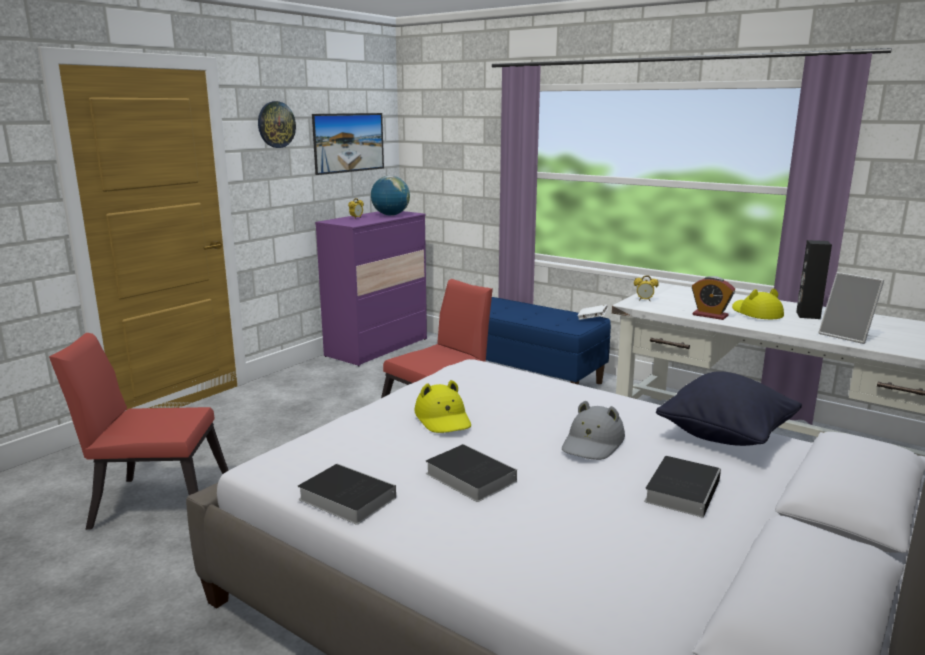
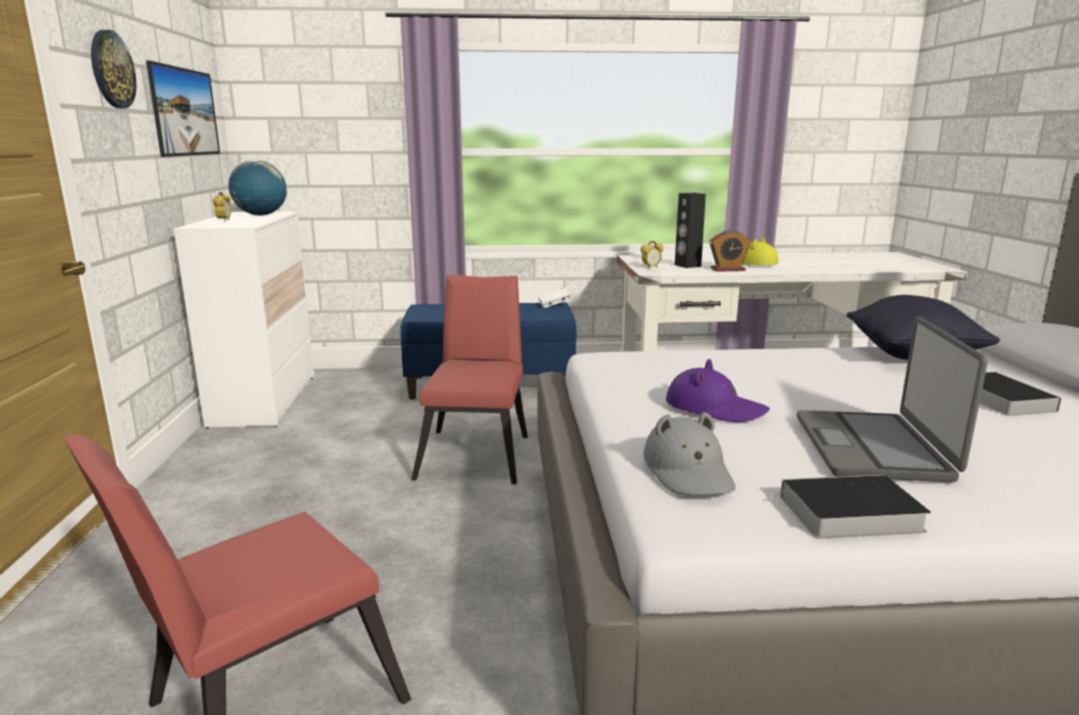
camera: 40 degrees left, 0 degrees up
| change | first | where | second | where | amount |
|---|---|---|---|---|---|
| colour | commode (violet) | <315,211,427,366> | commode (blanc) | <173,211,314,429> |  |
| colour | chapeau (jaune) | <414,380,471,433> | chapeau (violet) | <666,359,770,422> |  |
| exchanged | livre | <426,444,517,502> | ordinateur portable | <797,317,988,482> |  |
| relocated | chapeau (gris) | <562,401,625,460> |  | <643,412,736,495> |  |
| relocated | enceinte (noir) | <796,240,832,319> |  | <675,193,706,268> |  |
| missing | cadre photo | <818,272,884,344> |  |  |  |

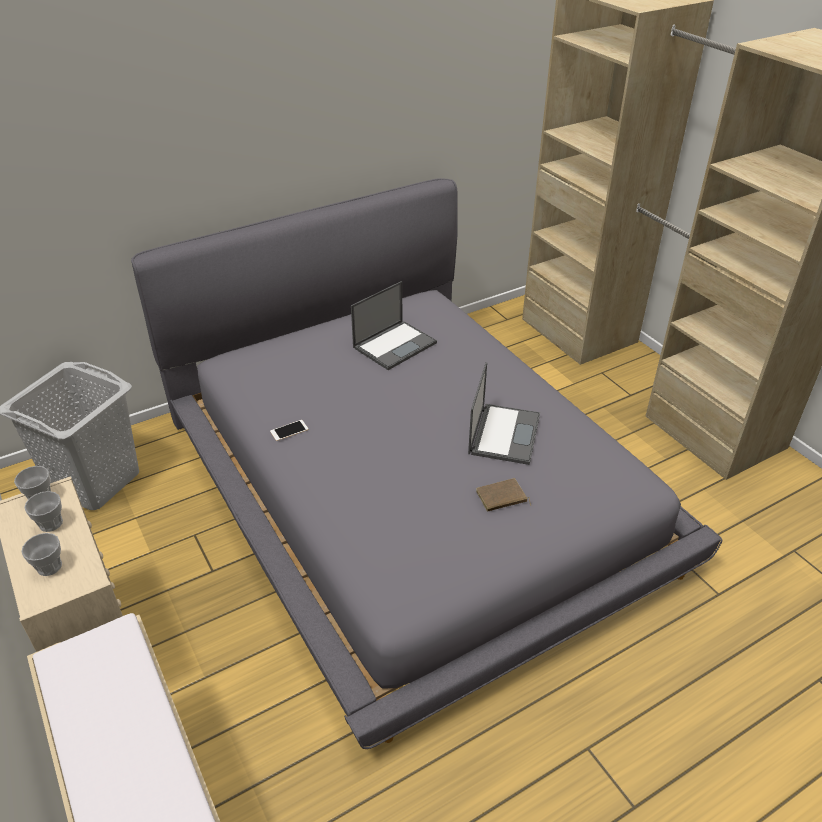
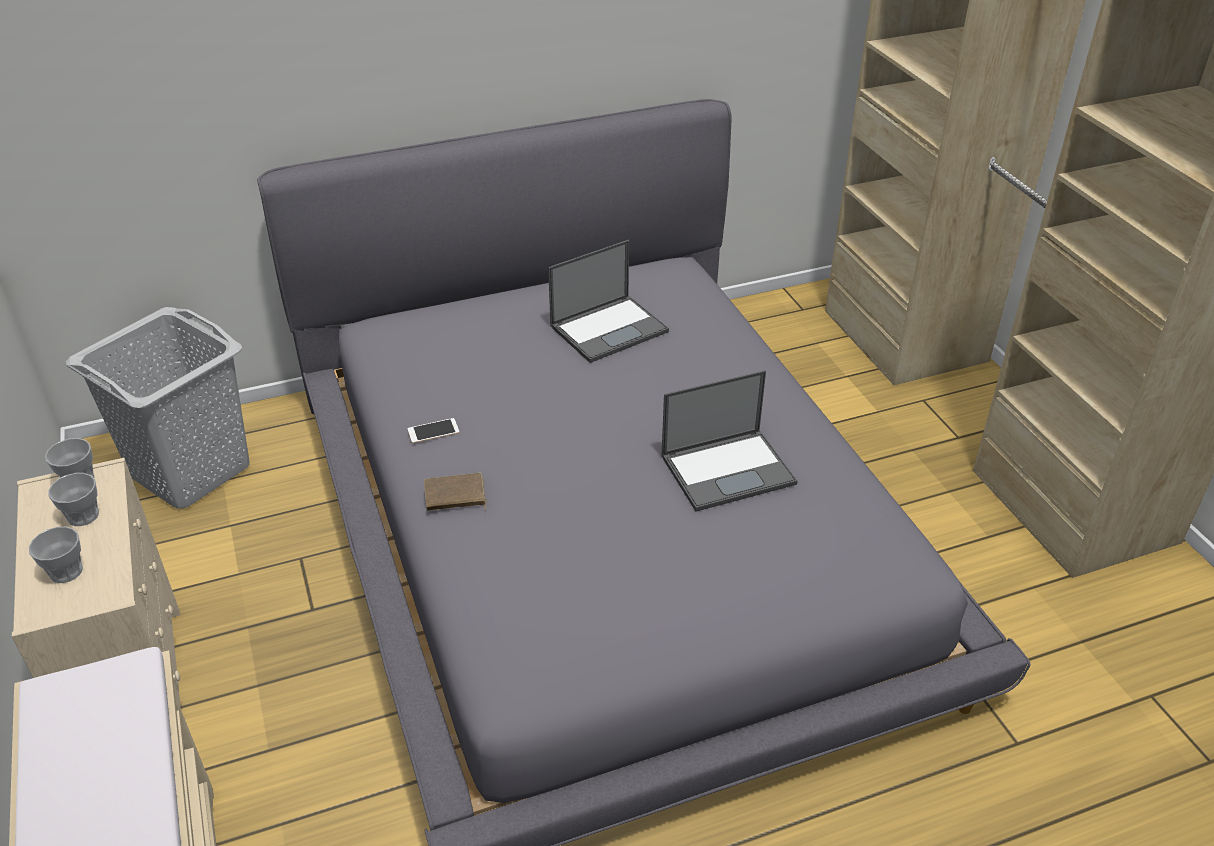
camera: 10 degrees right, 0 degrees up
| change | first | where | second | where | amount |
|---|---|---|---|---|---|
| spun | ordinateur portable | <468,362,540,465> |  | <661,370,798,512> | 45 degrees clockwise |
| relocated | livre (marron) | <476,478,531,512> |  | <424,473,487,510> |  |

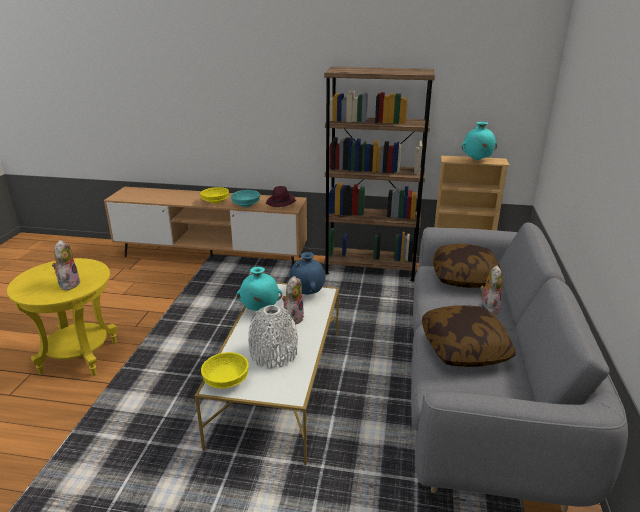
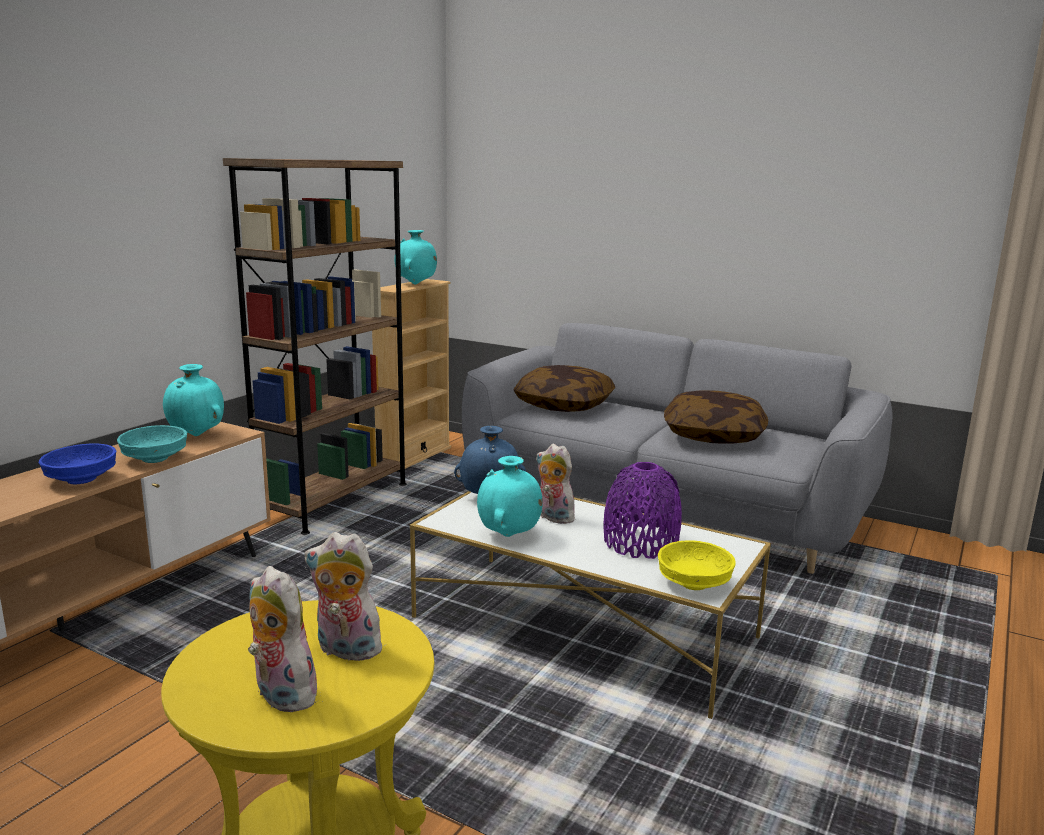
camera: 70 degrees left, 10 degrees down
| change | first | where | second | where | amount |
|---|---|---|---|---|---|
| colour | bol (jaune) | <200,187,229,204> | bol (bleu) | <39,444,116,484> |  |
| colour | vase (blanc) | <248,305,298,369> | vase (violet) | <603,462,682,559> |  |
| exchanged | chapeau (violet) | <266,186,296,207> | vase (turquoise) | <163,364,224,436> |  |
| relocated | peluche | <480,265,503,316> |  | <248,566,321,713> |  |

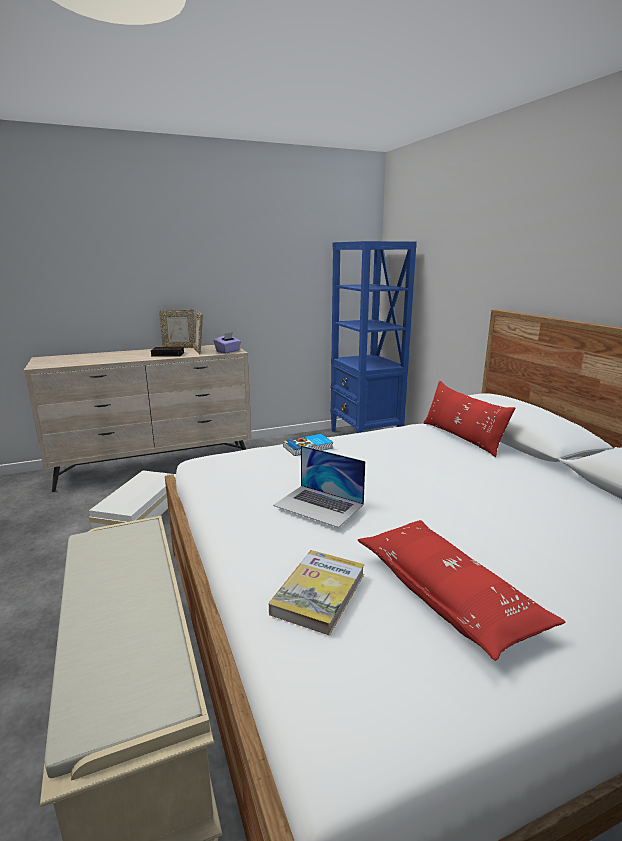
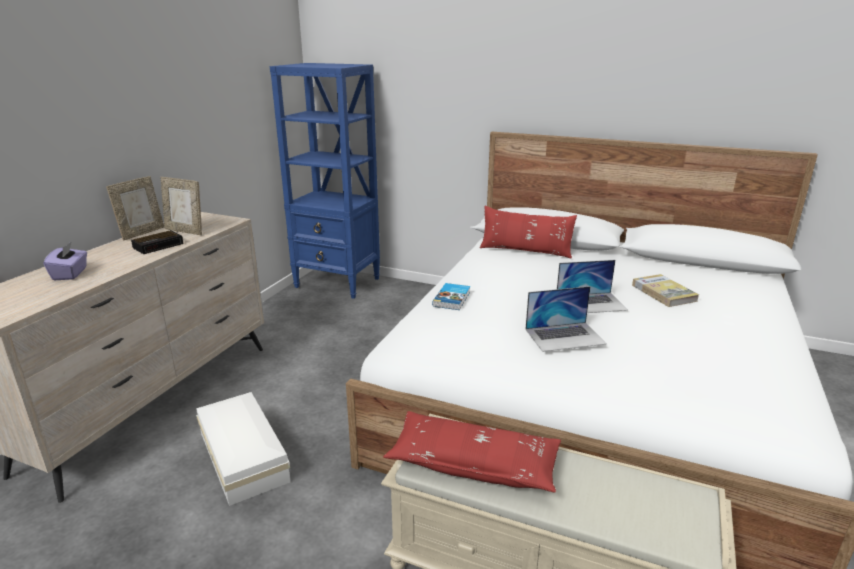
camera: 45 degrees left, 5 degrees up
| change | first | where | second | where | amount |
|---|---|---|---|---|---|
| relocated | boîte à mouchoirs (violet) | <214,332,241,353> |  | <43,241,87,280> |  |
| relocated | livre | <269,550,365,636> |  | <632,274,699,307> |  |
| relocated | coussin (rouge) | <358,520,565,661> |  | <383,411,561,492> |  |
| appeared |  |  | ordinateur portable | <557,260,628,313> |  |

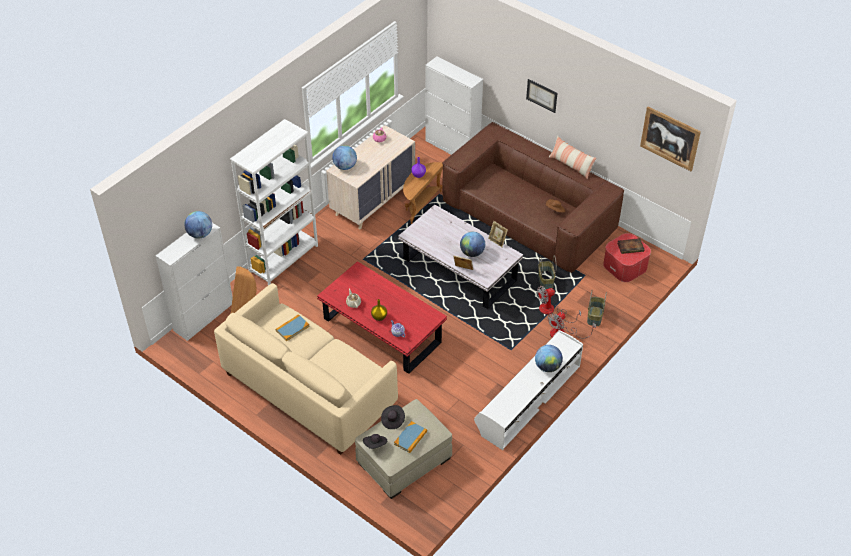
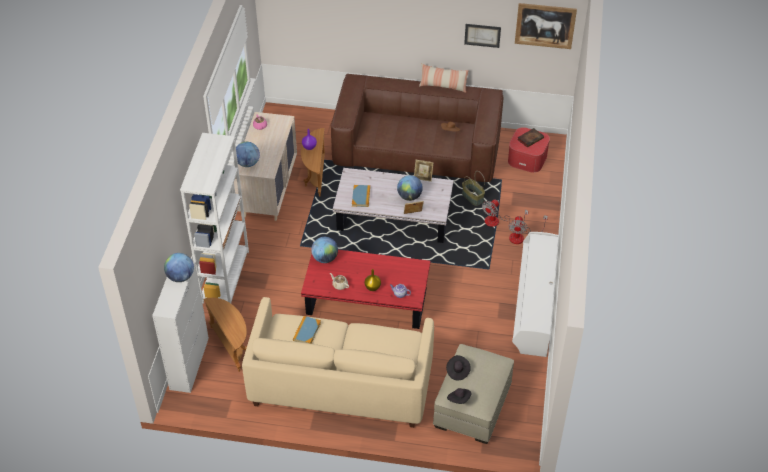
camera: 30 degrees left, 0 degrees up
| change | first | where | second | where | amount |
|---|---|---|---|---|---|
| relocated | livre | <394,421,427,453> |  | <352,185,370,207> |  |
| missing | meuble de rangement (blanc) | <425,56,483,155> |  |  |  |
| relocated | tableau | <526,79,557,113> |  | <464,24,501,48> |  |
| relocated | globe | <535,345,563,372> |  | <311,237,338,263> |  |
| missing | panier | <587,291,607,326> |  |  |  |

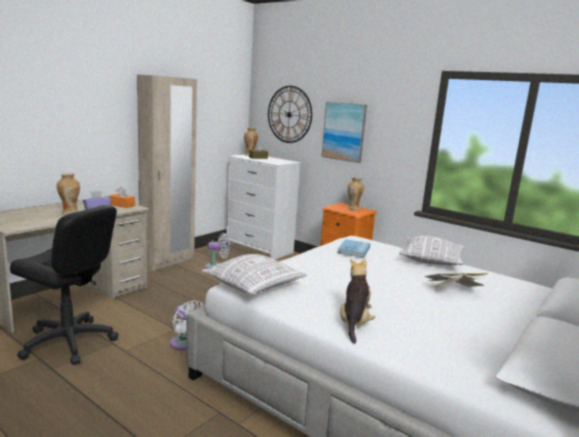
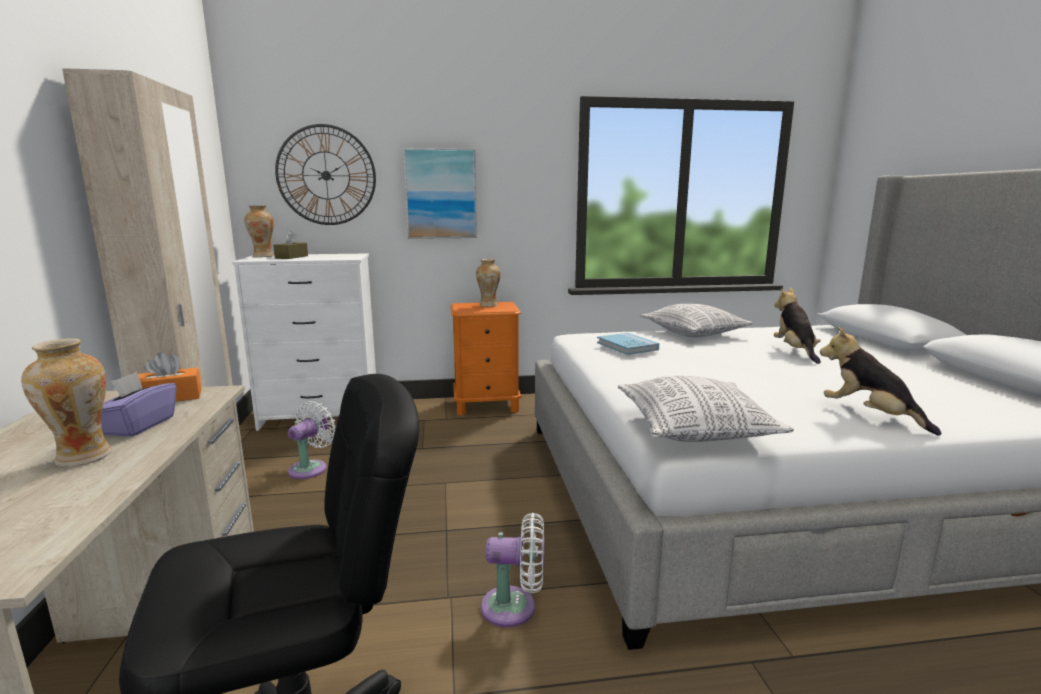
camera: 45 degrees left, 0 degrees up
| change | first | where | second | where | amount |
|---|---|---|---|---|---|
| exchanged | livre | <424,273,489,287> | peluche | <774,288,821,364> |  |

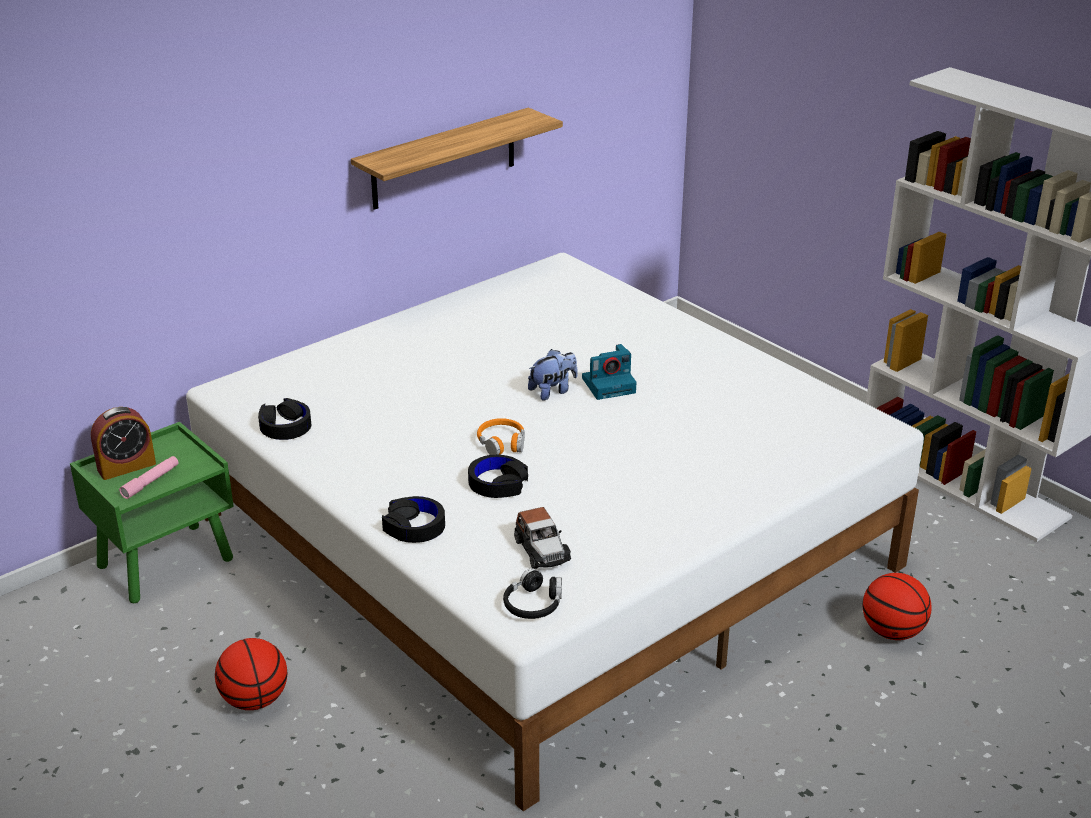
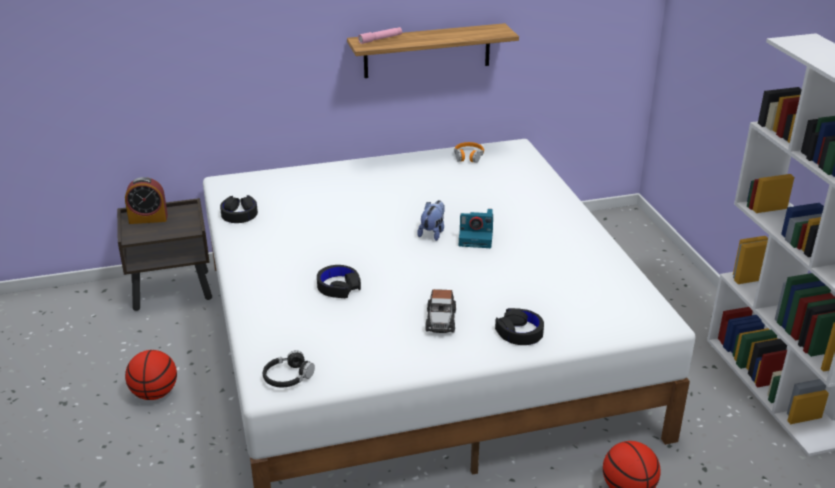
camera: 25 degrees right, 0 degrees up
| change | first | where | second | where | amount |
|---|---|---|---|---|---|
| colour | table de chevet (vert) | <70,422,234,603> | table de chevet (marron) | <117,198,212,311> |  |
| relocated | lampe de poche (rose) | <119,456,178,499> |  | <358,27,402,44> |  |
| relocated | casque audio (noir) | <382,496,445,543> |  | <495,308,544,345> |  |
| relocated | casque audio (orange) | <477,418,525,455> |  | <454,142,484,163> |  |
| relocated | petite voiture | <514,507,571,569> |  | <425,289,456,333> |  |
| spun | peluche | <528,349,578,401> |  | <417,200,445,241> | 60 degrees counterclockwise |

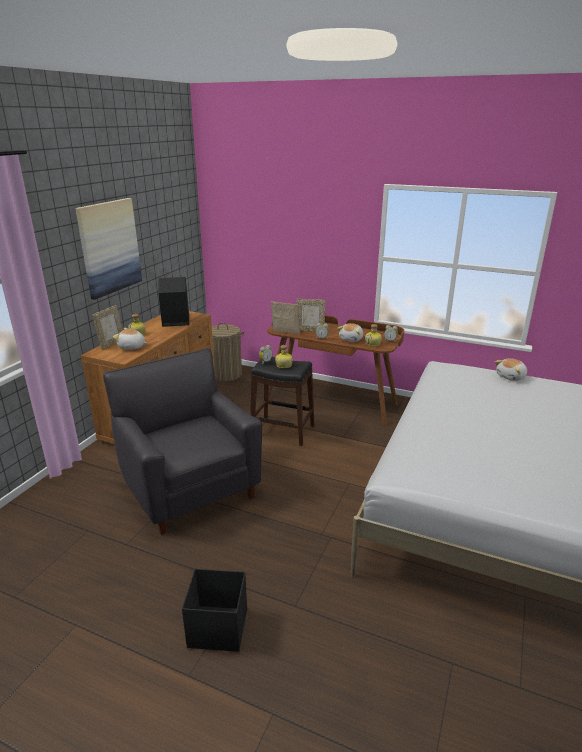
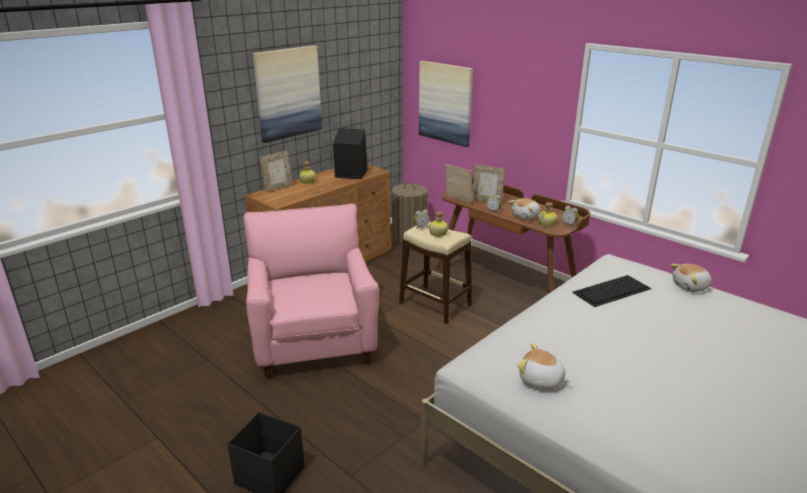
camera: 20 degrees right, 0 degrees up
| change | first | where | second | where | amount |
|---|---|---|---|---|---|
| colour | fauteuil (noir) | <103,348,262,535> | fauteuil (rose) | <244,203,379,379> |  |
| relocated | peluche | <113,328,147,350> |  | <517,343,570,389> |  |
| colour | tabouret (noir) | <250,357,315,446> | tabouret (beige) | <399,221,472,324> |  |
| appeared |  |  | tableau | <419,61,473,147> |  |
| appeared |  |  | clavier | <572,275,651,307> |  |

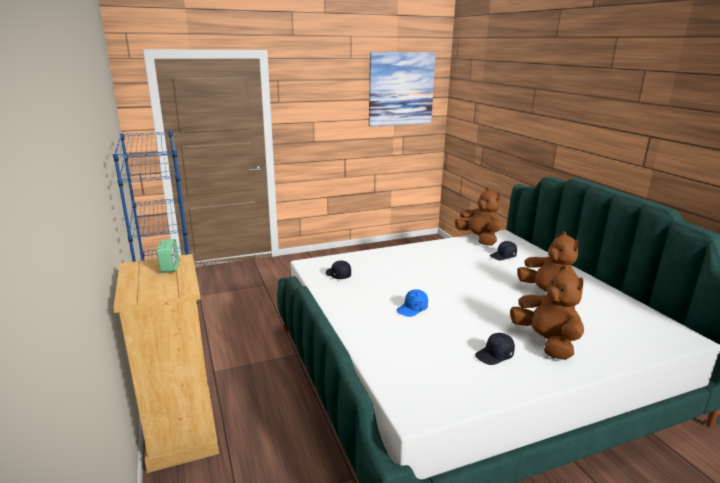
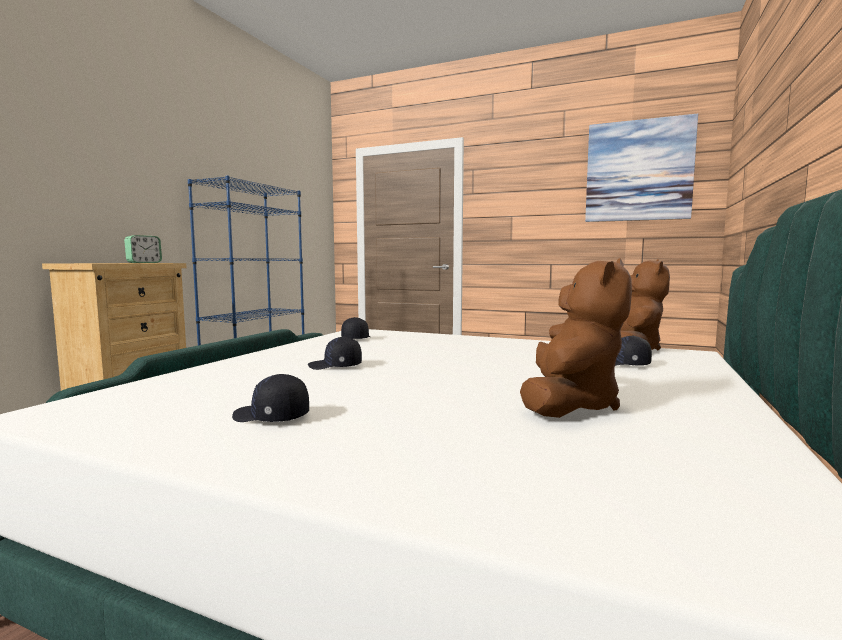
camera: 45 degrees right, 15 degrees down
| change | first | where | second | where | amount |
|---|---|---|---|---|---|
| colour | casquette (bleu) | <397,289,428,317> | casquette (noir) | <308,336,362,370> |  |
| missing | peluche (marron) | <510,266,584,360> |  |  |  |

